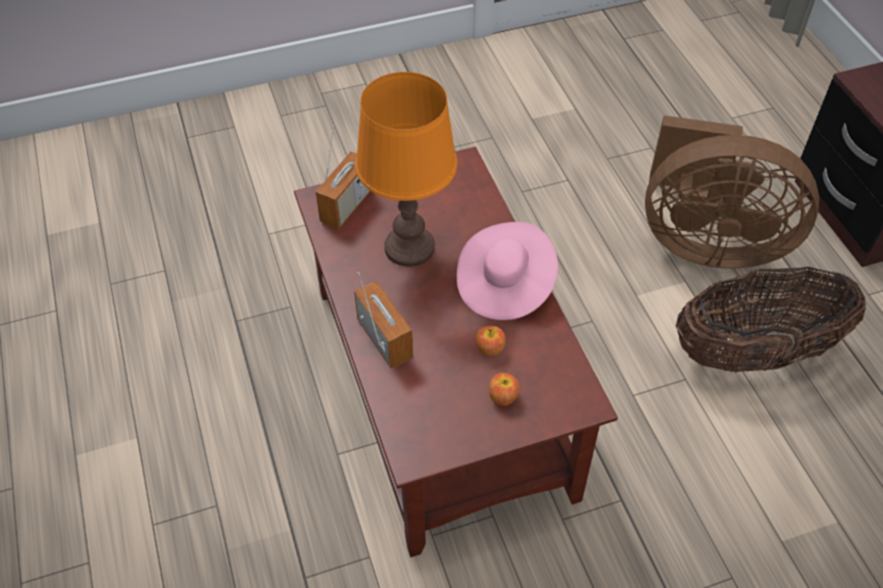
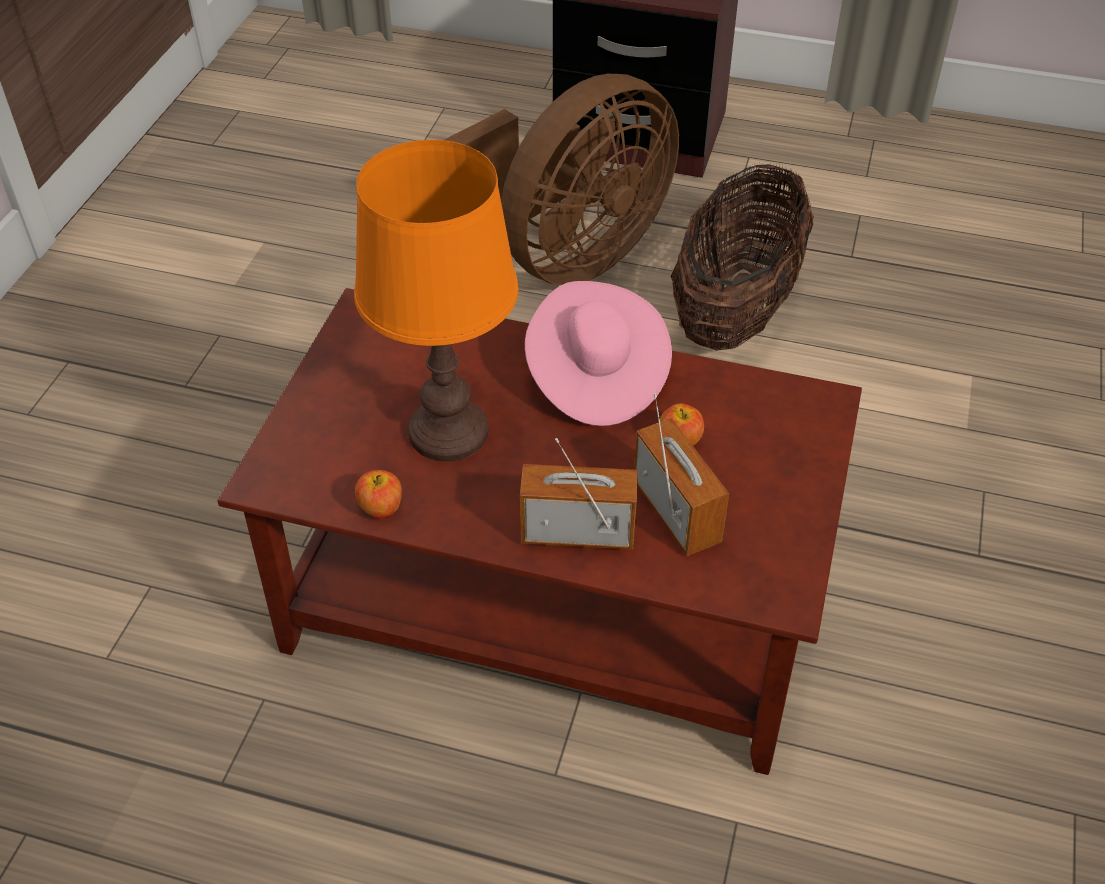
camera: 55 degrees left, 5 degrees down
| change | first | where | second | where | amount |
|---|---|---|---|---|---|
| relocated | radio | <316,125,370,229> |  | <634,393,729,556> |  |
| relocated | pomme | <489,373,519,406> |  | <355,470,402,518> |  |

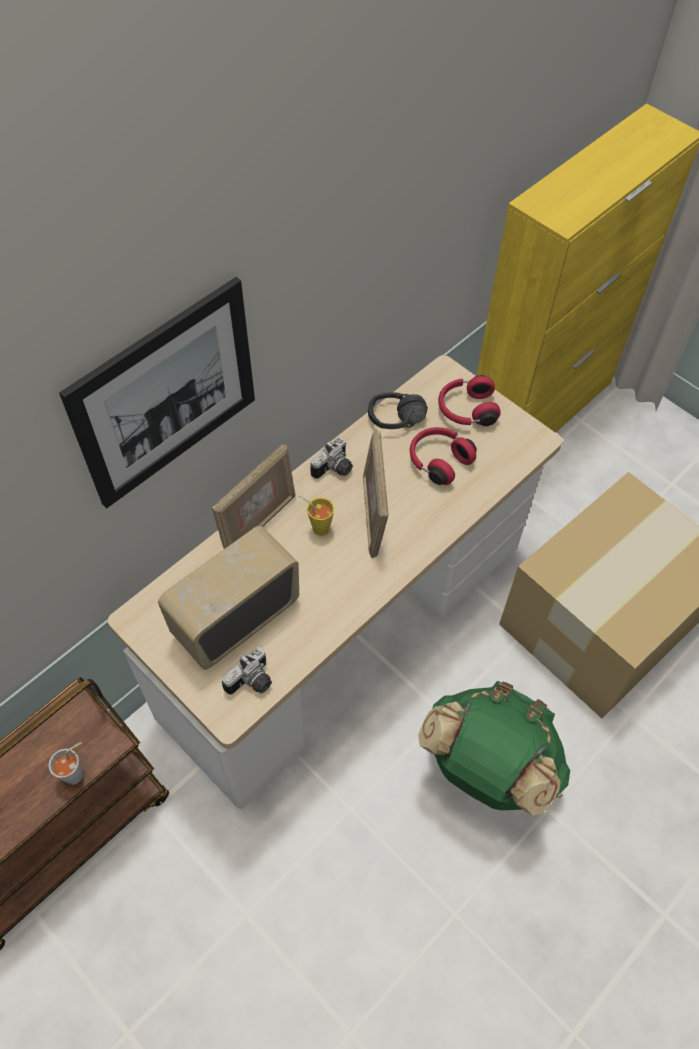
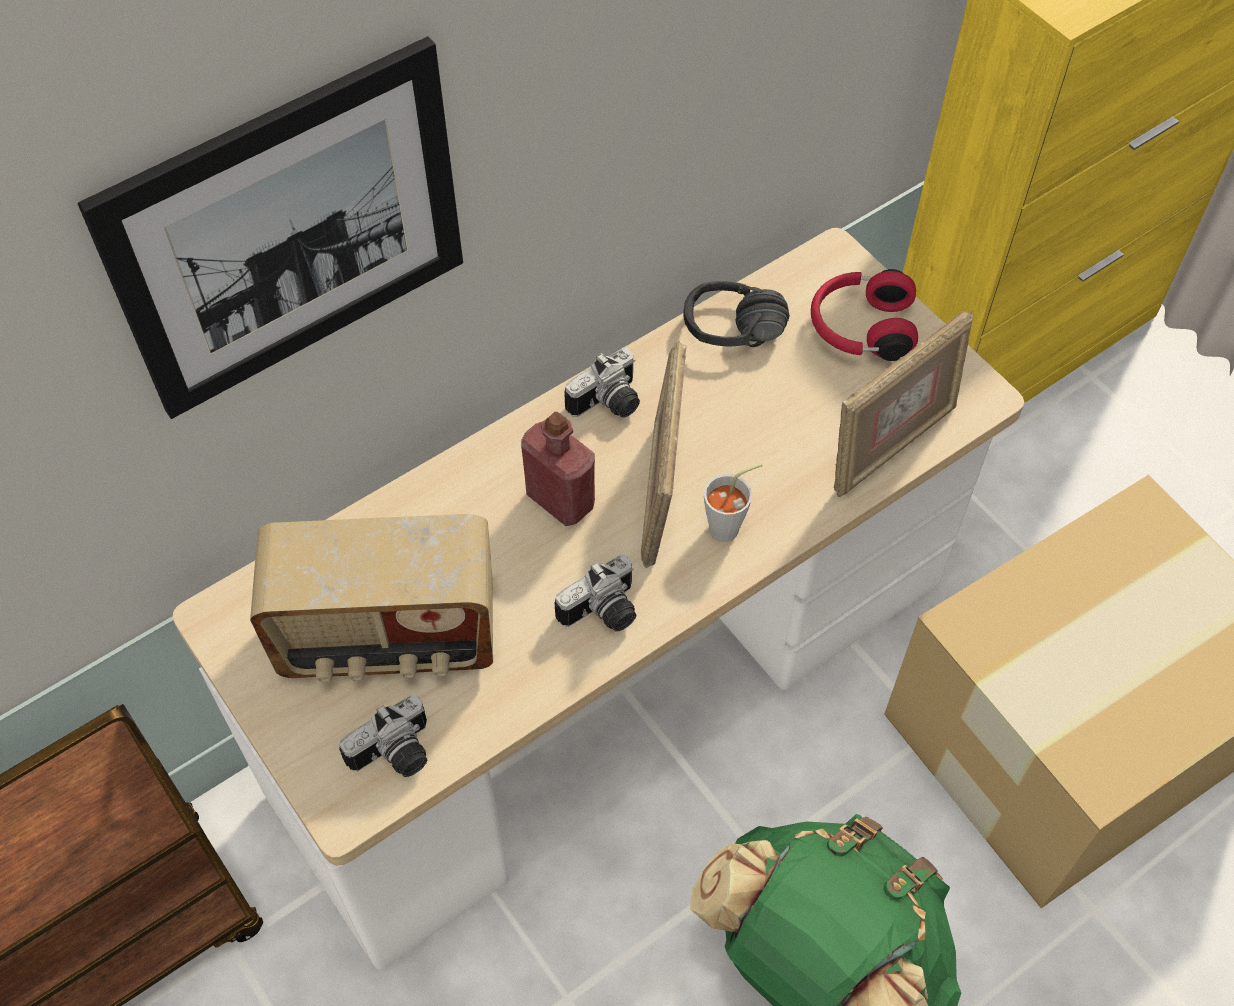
camera: 10 degrees right, 0 degrees up
| change | first | where | second | where | amount |
|---|---|---|---|---|---|
| relocated | tasse (gris) | <49,742,83,785> |  | <704,463,762,542> |  |
| spun | radio | <158,526,299,670> |  | <250,514,493,682> | 150 degrees counterclockwise |
| relocated | cadre photo | <212,444,296,549> |  | <834,311,973,497> |  |
| exchanged | tasse (jaune) | <299,495,334,536> | bouteille (rouge) | <521,412,595,526> |  |
| missing | casque audio (rouge) | <410,427,477,485> |  |  |  |
| appeared |  |  | appareil photo | <554,554,636,632> |  |

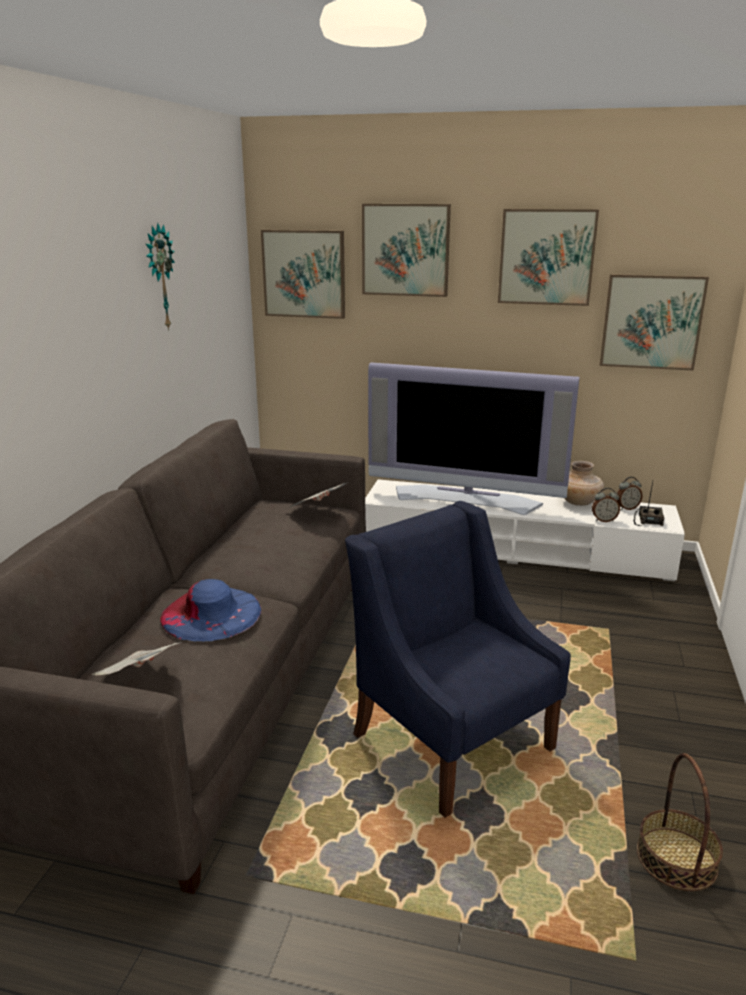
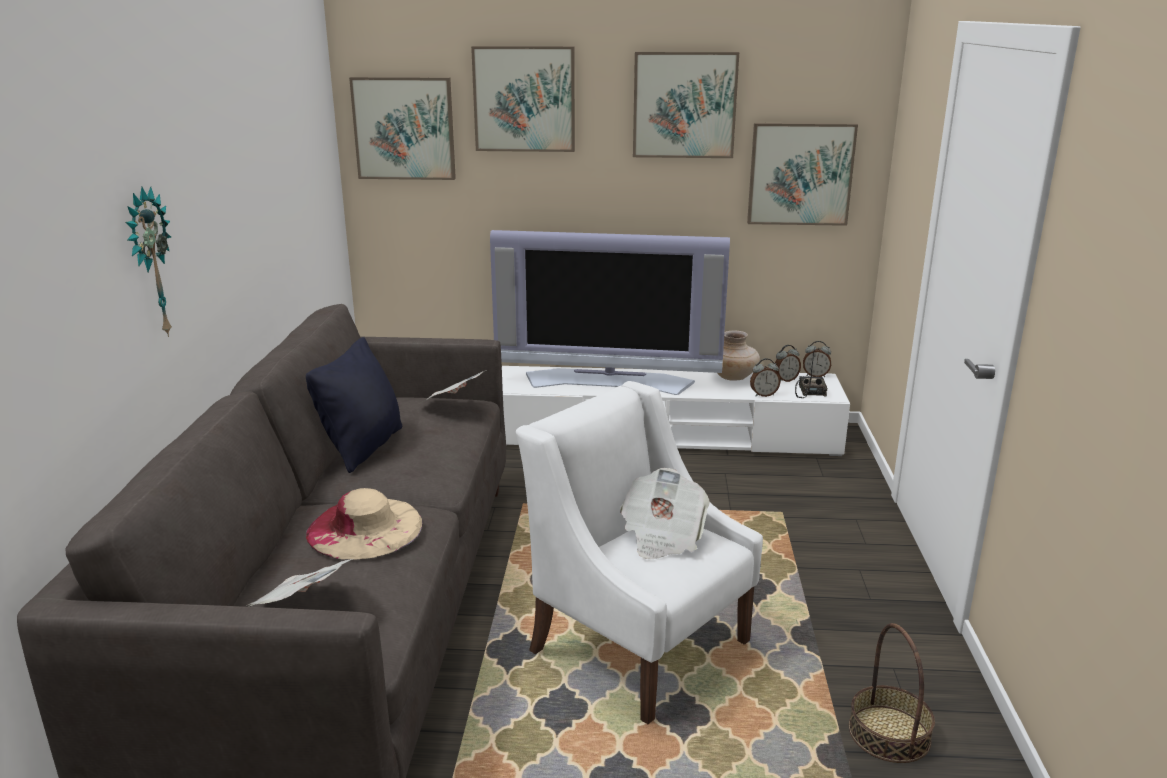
camera: 10 degrees left, 0 degrees up
| change | first | where | second | where | amount |
|---|---|---|---|---|---|
| relocated | horloge murale | <146,223,175,330> |  | <125,187,172,337> |  |
| colour | chapeau (bleu) | <160,579,261,641> | chapeau (beige) | <306,488,423,560> |  |
| colour | fauteuil (bleu) | <345,501,571,818> | fauteuil (blanc) | <516,381,763,724> |  |
| appeared |  |  | coussin (noir) | <306,337,402,473> |  |
| appeared |  |  | journal | <620,468,710,559> |  |
| appeared |  |  | réveil | <803,341,831,377> |  |

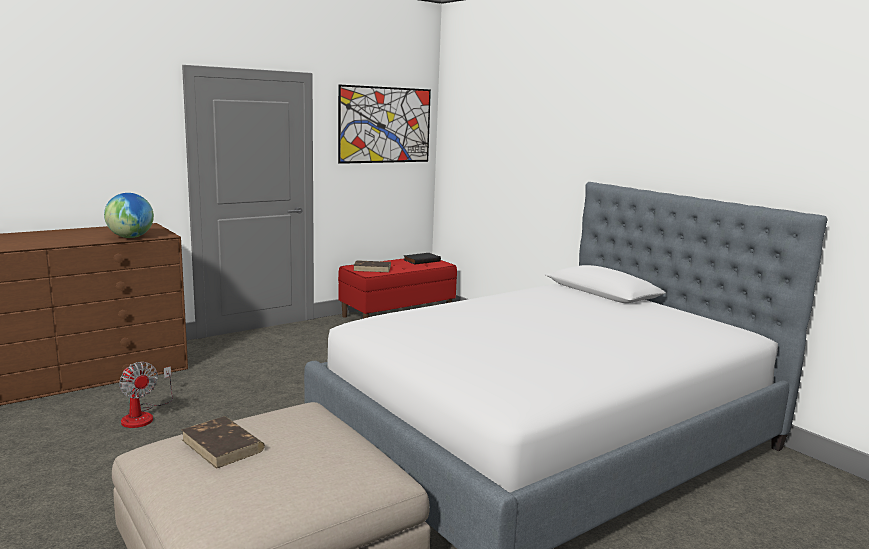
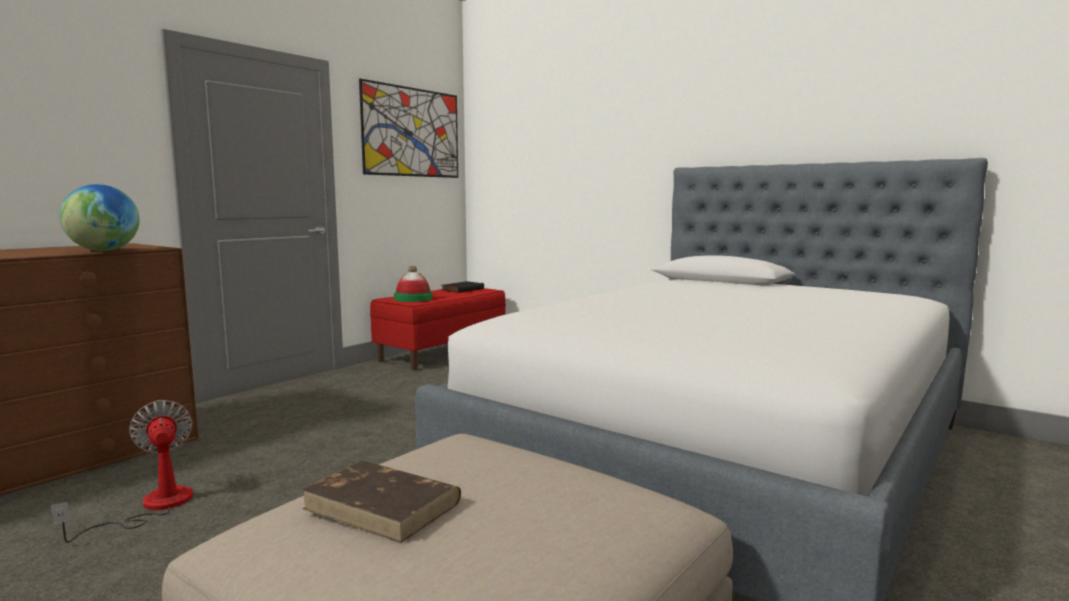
camera: 15 degrees left, 5 degrees down
| change | first | where | second | where | amount |
|---|---|---|---|---|---|
| spun | ventilateur | <119,362,173,428> |  | <51,400,193,543> | 150 degrees counterclockwise |
| exchanged | livre (marron) | <353,260,391,272> | chapeau | <394,266,432,302> |  |

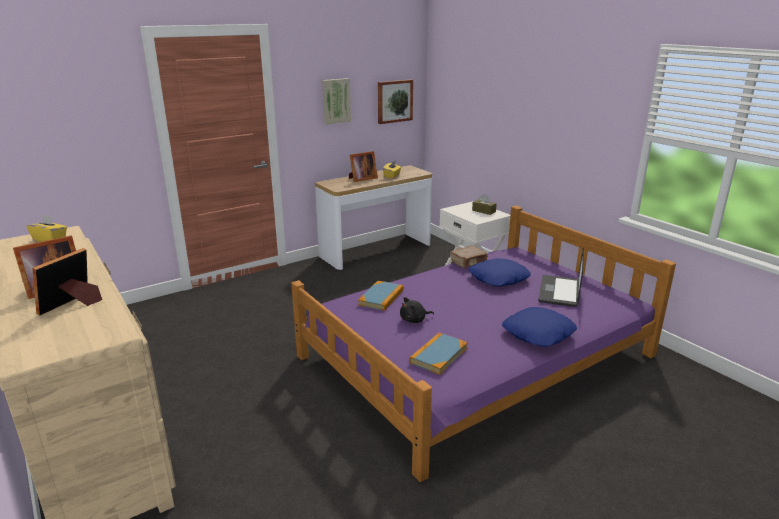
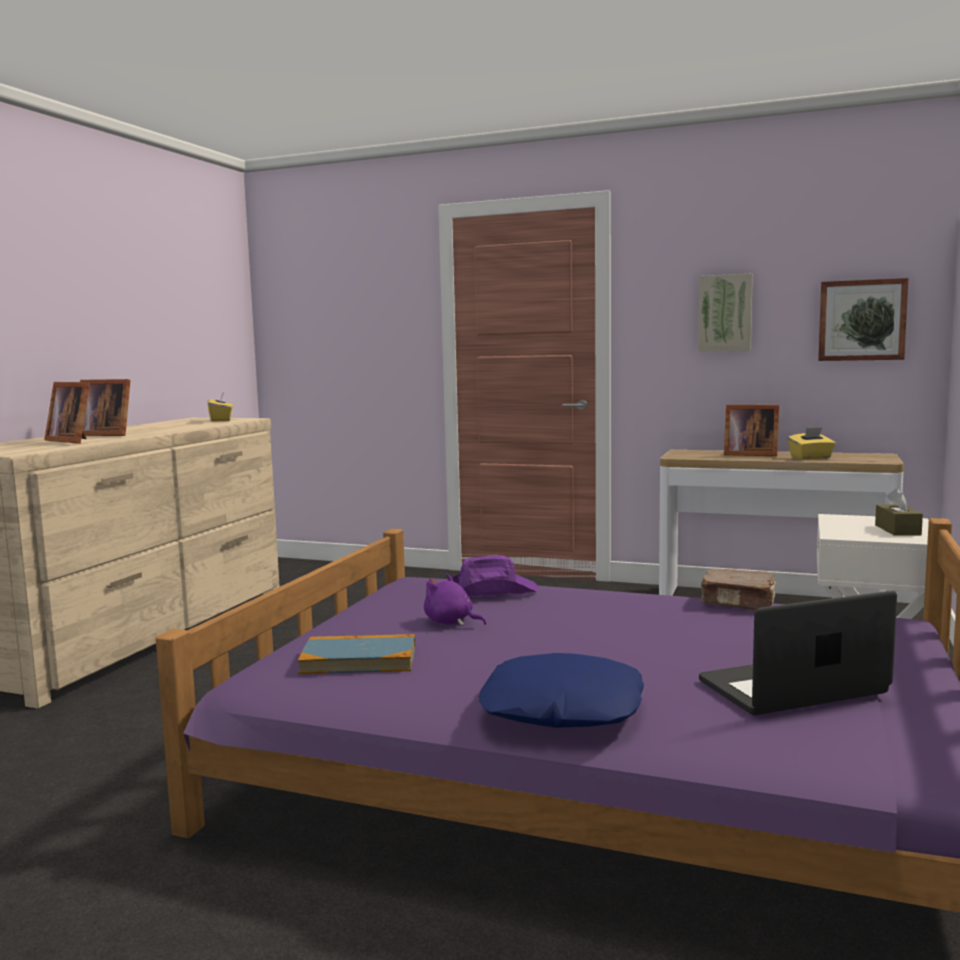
camera: 55 degrees right, 15 degrees down
| change | first | where | second | where | amount |
|---|---|---|---|---|---|
| spun | cadre photo | <32,248,102,316> |  | <44,382,90,444> | 135 degrees counterclockwise |
| exchanged | livre | <358,281,404,311> | chapeau (violet) | <448,555,538,596> |  |
| colour | peluche (noir) | <400,297,434,323> | peluche (violet) | <424,574,486,626> |  |
| missing | coussin (bleu) | <469,258,531,287> |  |  |  |

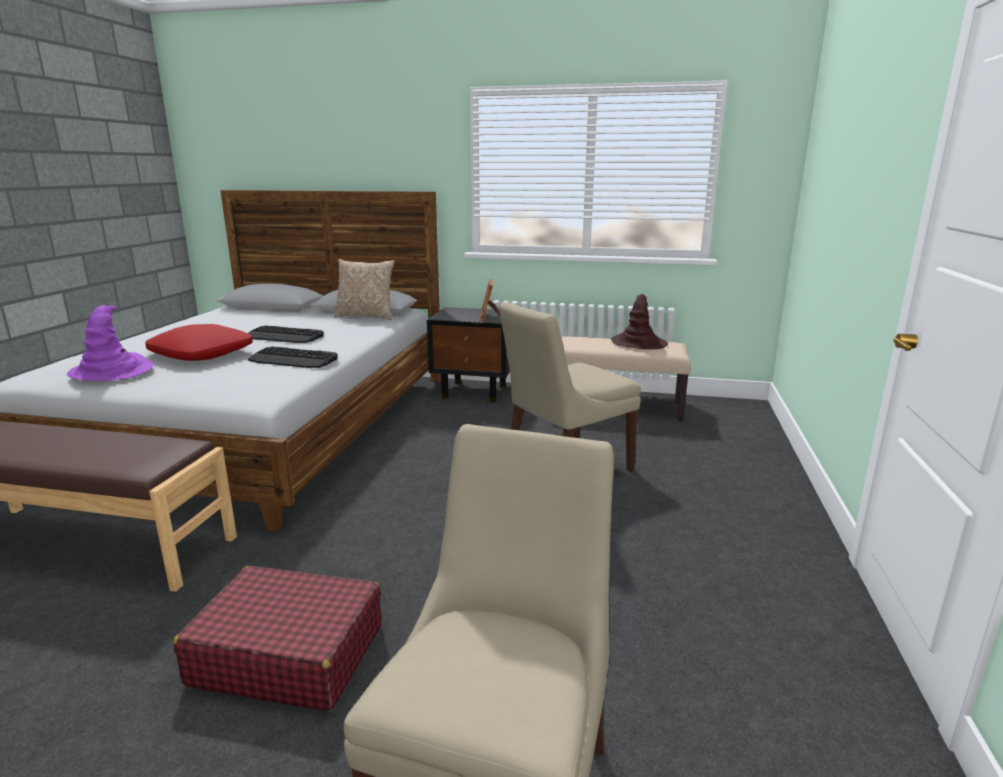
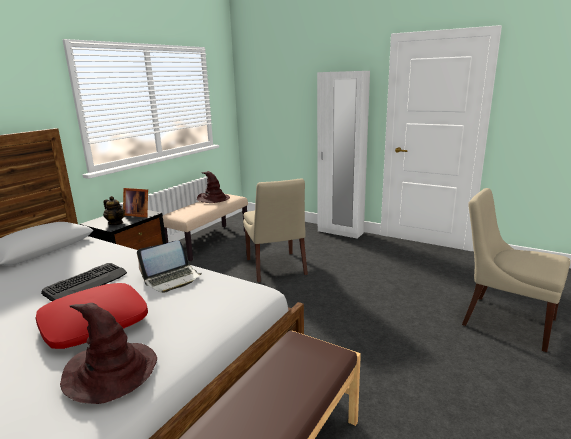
camera: 70 degrees left, 0 degrees up
| change | first | where | second | where | amount |
|---|---|---|---|---|---|
| colour | chapeau (violet) | <67,305,153,381> | chapeau (marron) | <60,303,157,404> |  |
| missing | valise (rouge) | <173,566,381,711> |  |  |  |
| exchanged | clavier | <248,346,338,368> | ordinateur portable | <137,240,202,293> |  |
| missing | coussin | <334,259,395,320> |  |  |  |
| appeared |  |  | théière | <103,196,125,225> |  |
| appeared |  |  | armoire (blanc) | <317,71,370,239> |  |

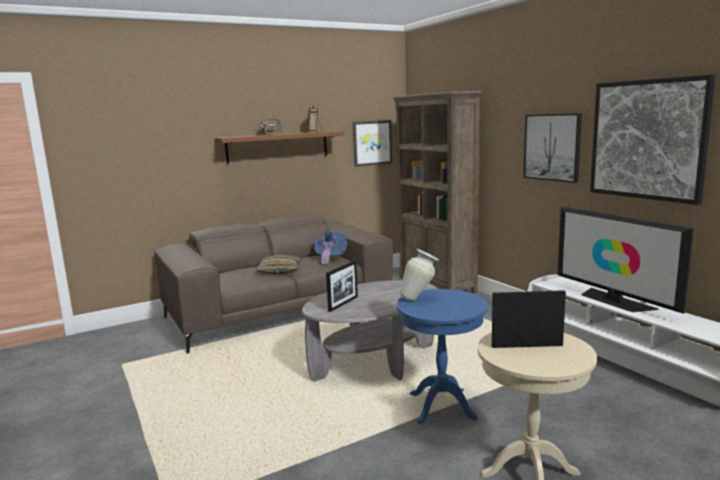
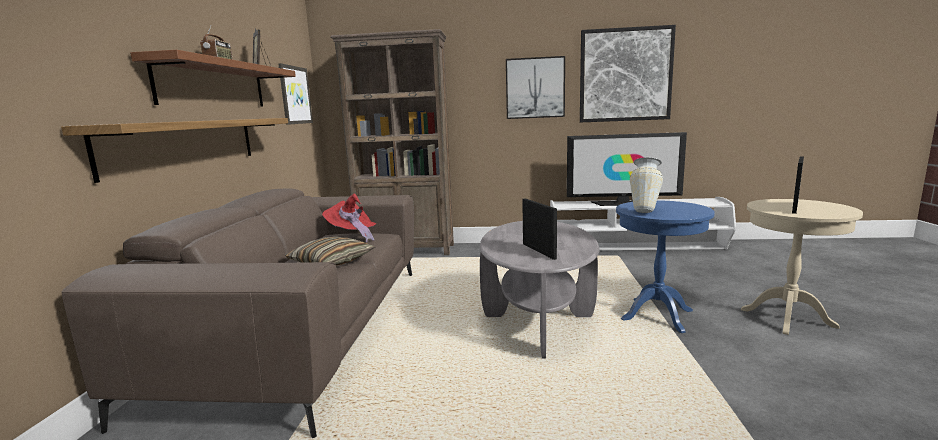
camera: 55 degrees left, 0 degrees up
| change | first | where | second | where | amount |
|---|---|---|---|---|---|
| colour | chapeau (bleu) | <314,229,348,266> | chapeau (rouge) | <322,194,376,242> |  |
| appeared |  |  | étagère | <61,118,288,183> |  |

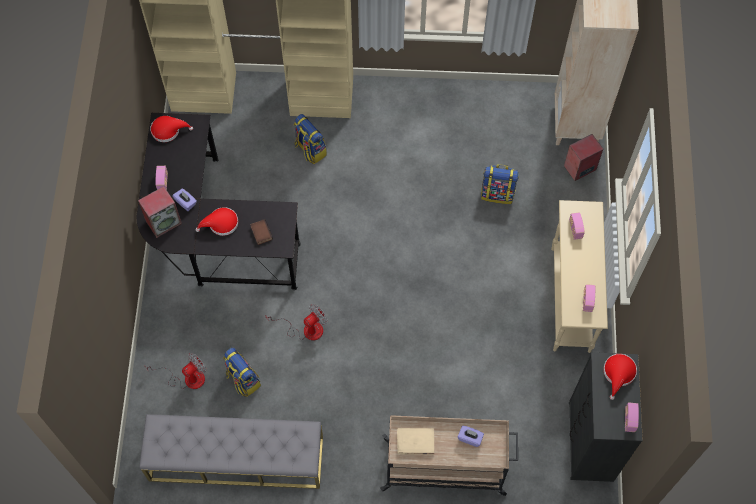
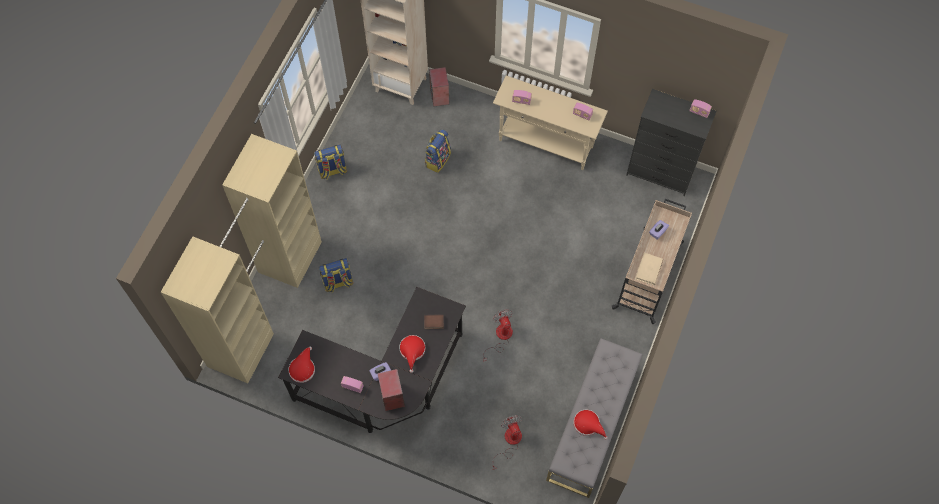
camera: 70 degrees left, 0 degrees up
| change | first | where | second | where | amount |
|---|---|---|---|---|---|
| relocated | sac à dos | <223,347,261,397> |  | <314,144,347,179> |  |
| relocated | chapeau (rouge) | <603,354,637,400> |  | <573,410,608,440> |  |

